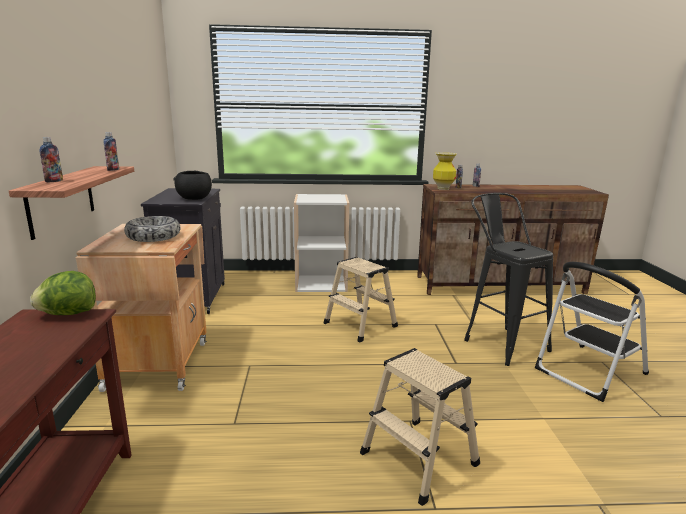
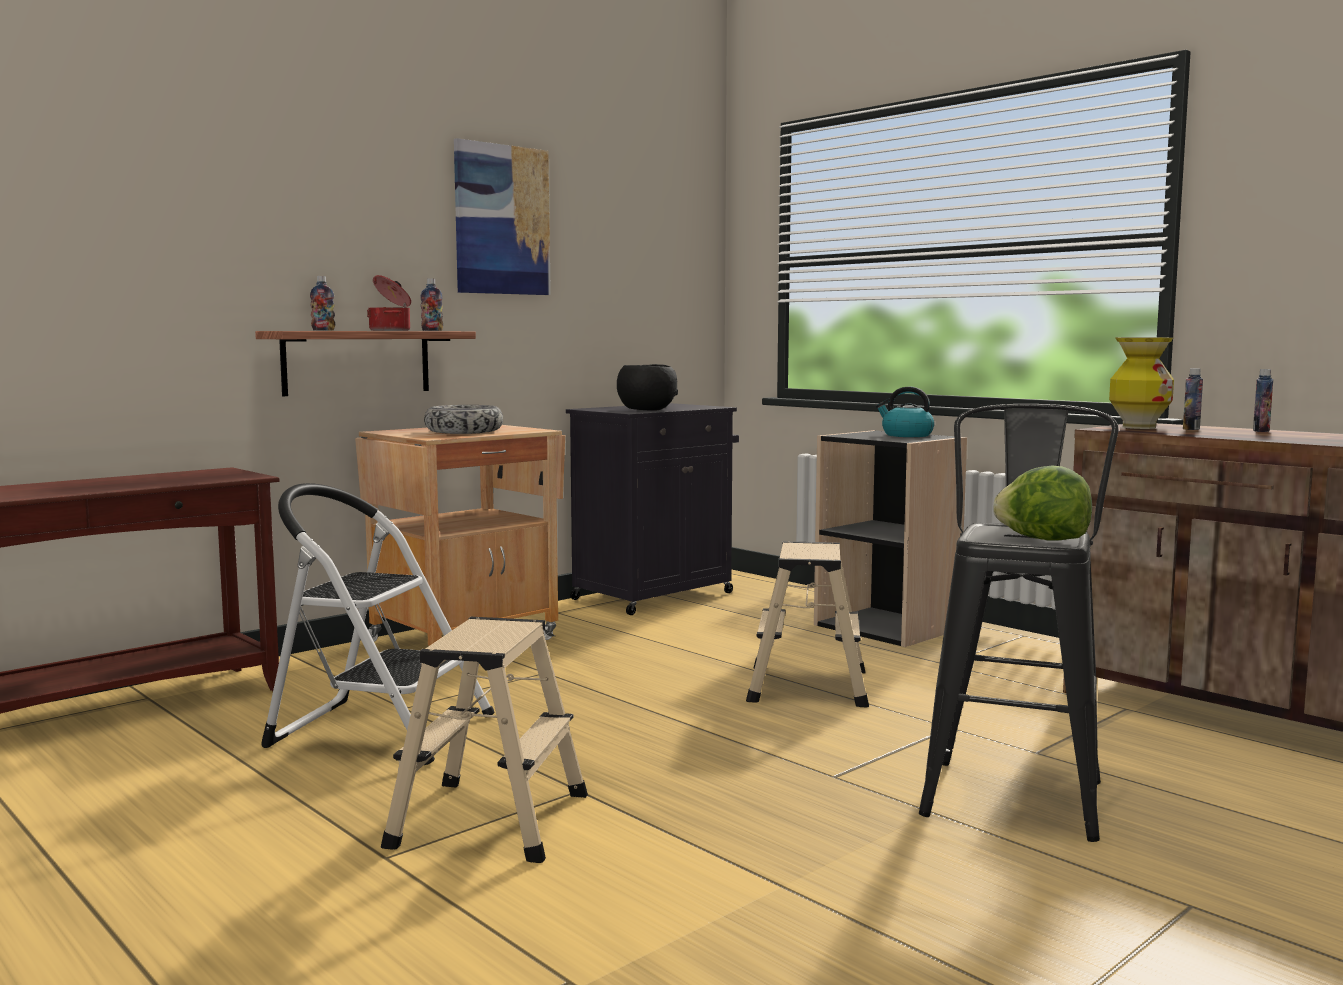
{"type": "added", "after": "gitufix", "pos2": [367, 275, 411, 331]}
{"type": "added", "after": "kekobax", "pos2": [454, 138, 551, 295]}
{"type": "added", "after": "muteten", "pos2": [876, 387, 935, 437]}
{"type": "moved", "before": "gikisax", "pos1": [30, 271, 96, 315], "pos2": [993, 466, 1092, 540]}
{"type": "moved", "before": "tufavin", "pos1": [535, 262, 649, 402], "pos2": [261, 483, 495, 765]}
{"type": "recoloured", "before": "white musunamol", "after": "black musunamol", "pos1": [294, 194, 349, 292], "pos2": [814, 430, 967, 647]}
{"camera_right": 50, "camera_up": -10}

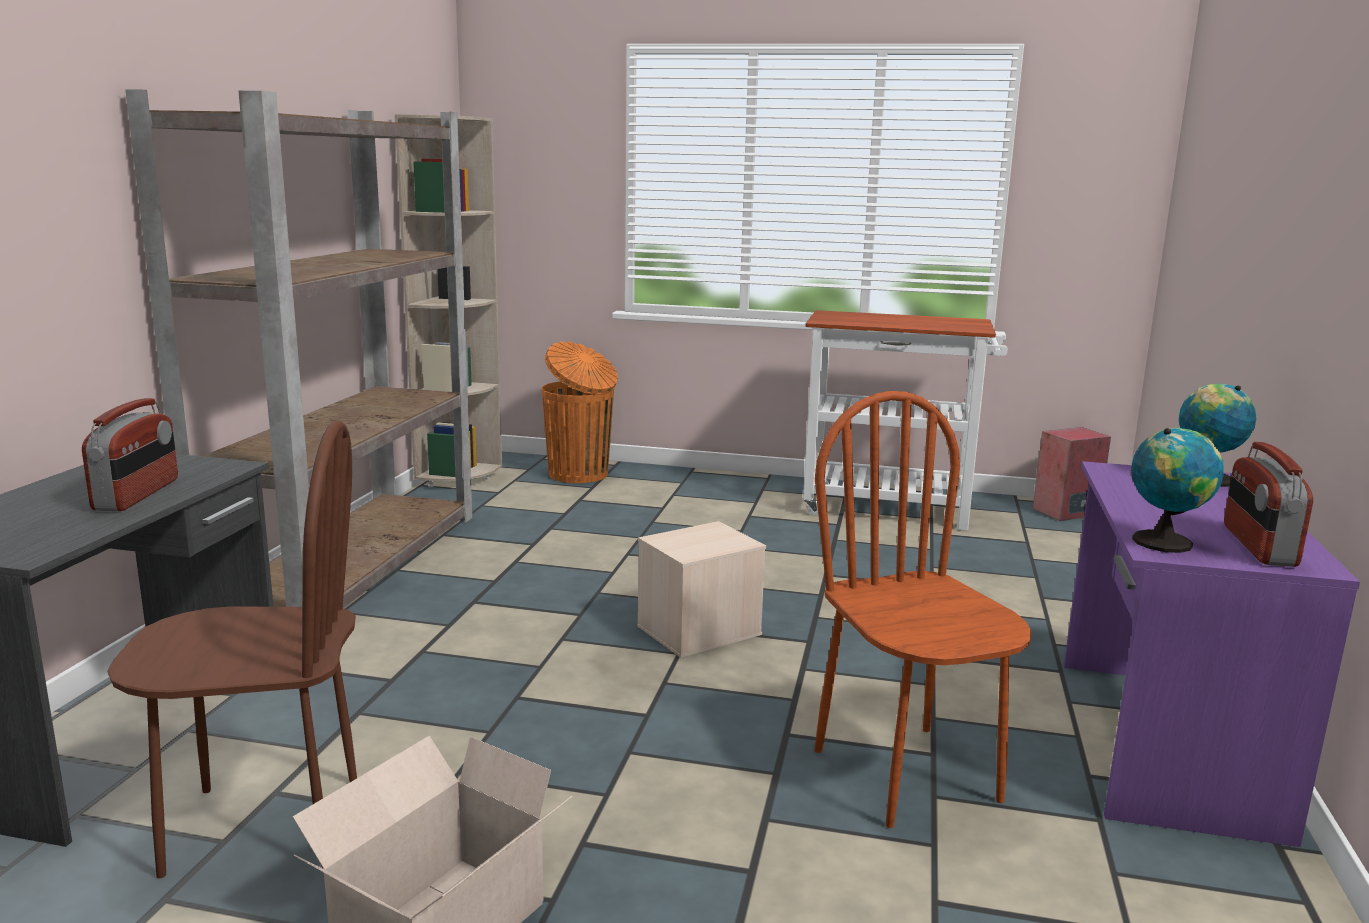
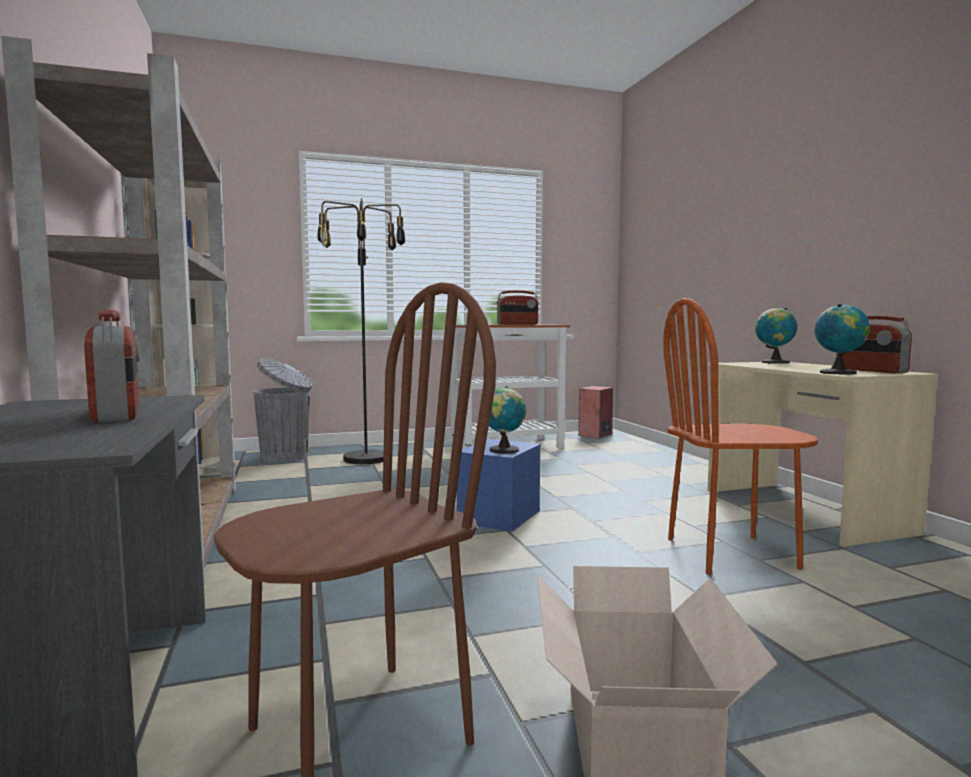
{"type": "added", "after": "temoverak", "pos2": [317, 198, 405, 464]}
{"type": "added", "after": "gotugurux", "pos2": [489, 386, 526, 454]}
{"type": "added", "after": "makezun", "pos2": [497, 290, 539, 325]}
{"type": "recoloured", "before": "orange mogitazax", "after": "grey mogitazax", "pos1": [541, 341, 618, 483], "pos2": [253, 358, 313, 462]}
{"type": "recoloured", "before": "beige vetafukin", "after": "blue vetafukin", "pos1": [637, 521, 766, 658], "pos2": [457, 439, 541, 532]}
{"type": "recoloured", "before": "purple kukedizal", "after": "beige kukedizal", "pos1": [1064, 461, 1360, 847], "pos2": [708, 362, 938, 547]}
{"type": "turned", "before": "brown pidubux", "pos1": [814, 391, 1031, 828], "pos2": [663, 298, 819, 575], "turn": -45}
{"camera_right": -30, "camera_up": -10}

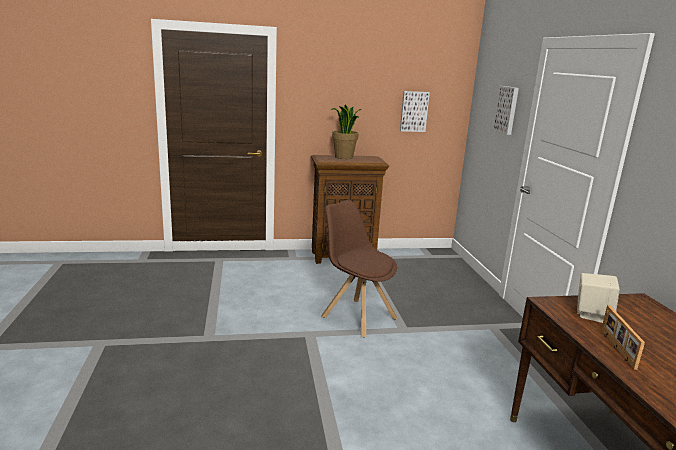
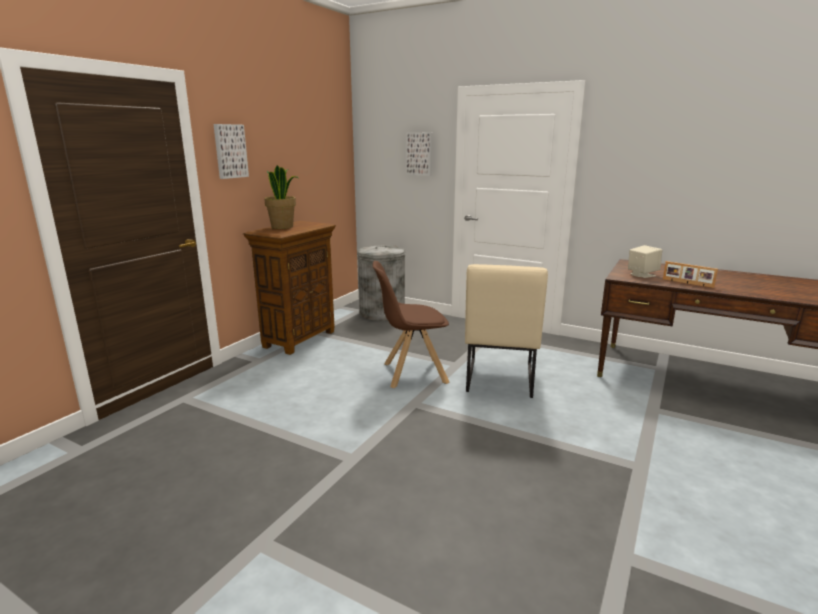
{"type": "added", "after": "grey mogitazax", "pos2": [357, 245, 405, 321]}
{"type": "added", "after": "beige pidubux", "pos2": [465, 264, 548, 398]}
{"type": "moved", "before": "kekobax", "pos1": [400, 91, 430, 132], "pos2": [213, 124, 249, 179]}
{"camera_right": -50, "camera_up": 0}

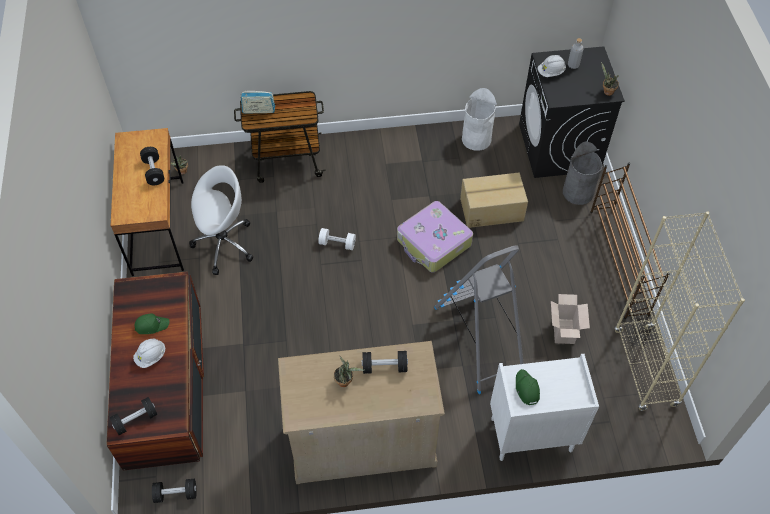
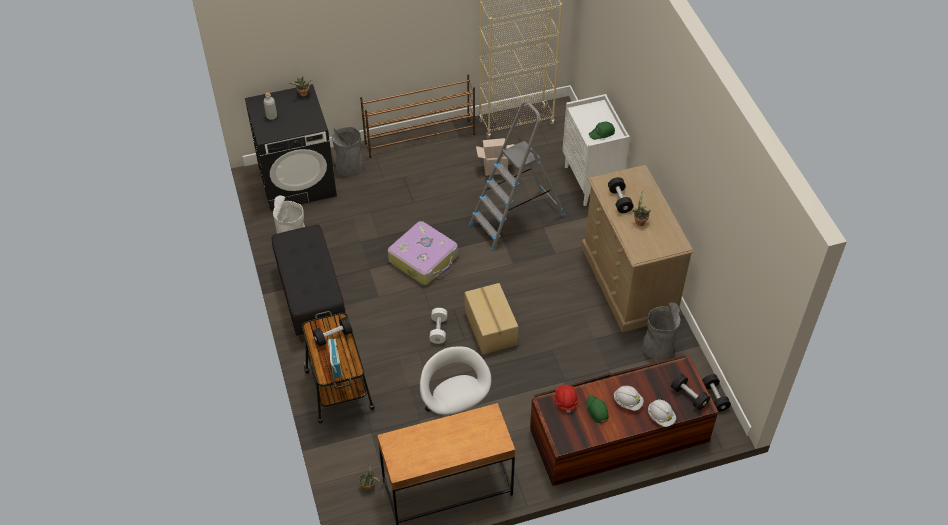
{"type": "added", "after": "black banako", "pos2": [272, 225, 345, 343]}
{"type": "added", "after": "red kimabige", "pos2": [555, 384, 578, 413]}
{"type": "added", "after": "grey mogitazax", "pos2": [642, 302, 680, 360]}
{"type": "moved", "before": "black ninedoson", "pos1": [140, 147, 164, 185], "pos2": [313, 317, 353, 347]}
{"type": "moved", "before": "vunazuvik", "pos1": [460, 173, 528, 228], "pos2": [465, 283, 518, 354]}
{"type": "moved", "before": "white kimabige", "pos1": [538, 55, 566, 77], "pos2": [648, 399, 676, 427]}
{"camera_right": -100, "camera_up": -5}

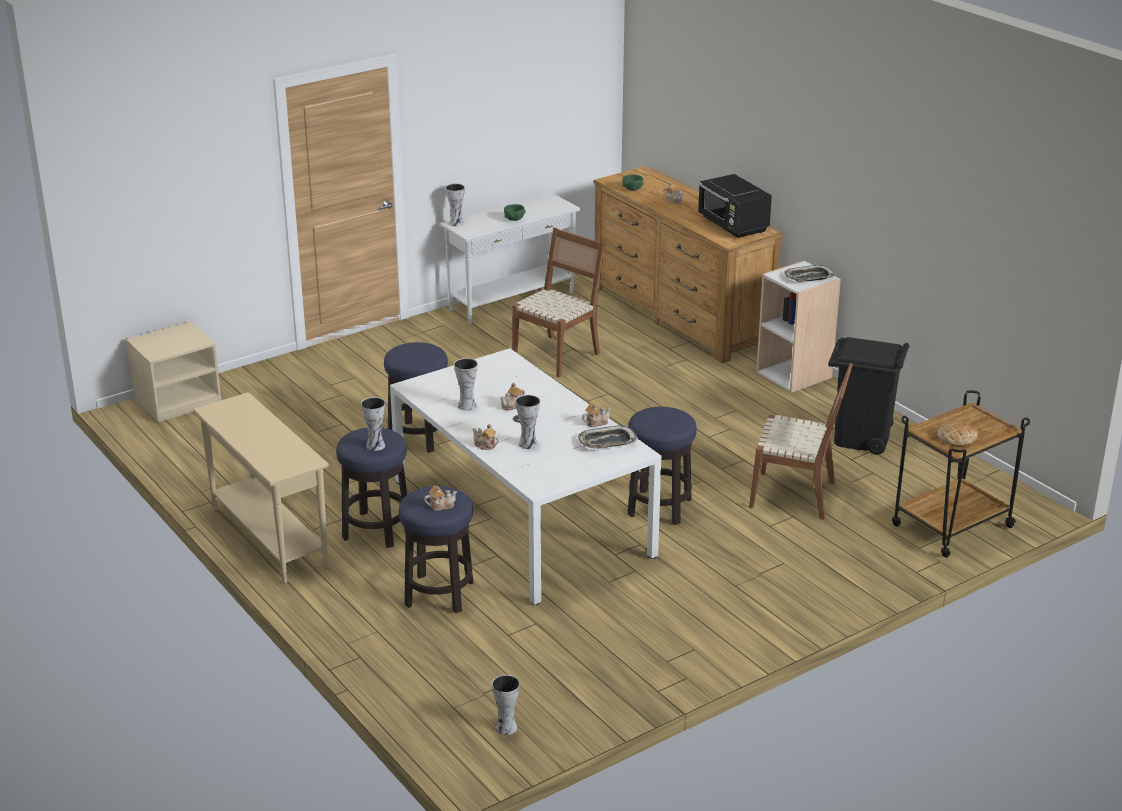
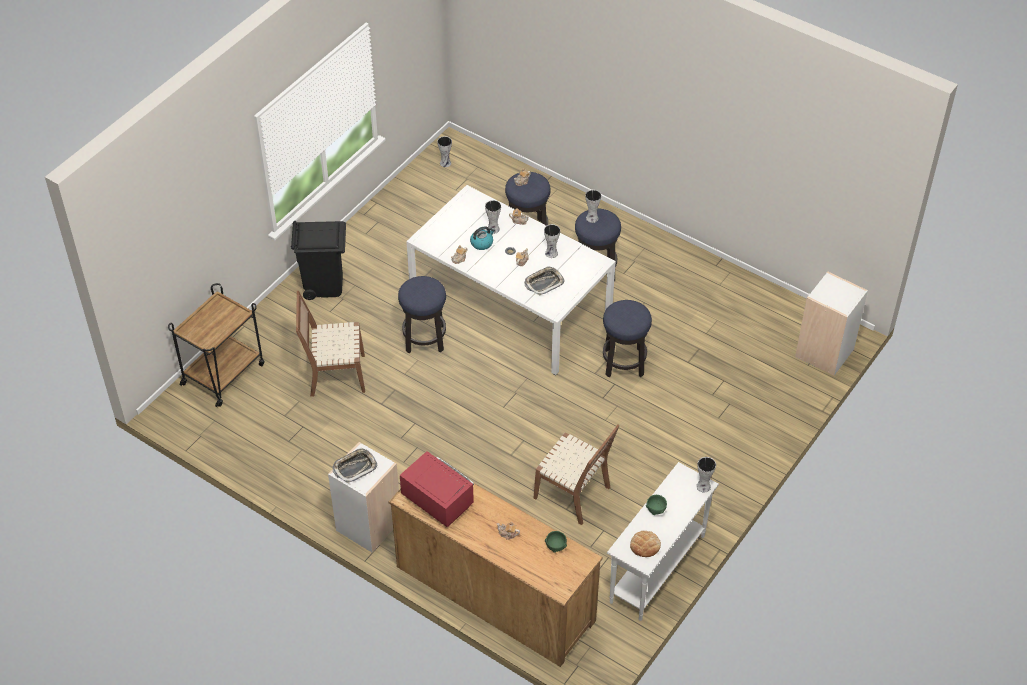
{"type": "removed", "before": "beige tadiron", "pos1": [193, 392, 329, 584]}
{"type": "added", "after": "muteten", "pos2": [470, 226, 495, 250]}
{"type": "moved", "before": "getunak", "pos1": [578, 425, 638, 449], "pos2": [524, 266, 565, 296]}
{"type": "moved", "before": "black mogitazax", "pos1": [828, 337, 909, 455], "pos2": [291, 221, 346, 300]}
{"type": "moved", "before": "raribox", "pos1": [937, 422, 978, 446], "pos2": [630, 531, 661, 557]}
{"type": "replaced", "before": "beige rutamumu", "after": "musunamol", "pos1": [126, 321, 221, 422], "pos2": [795, 272, 868, 376]}
{"type": "recoloured", "before": "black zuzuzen", "after": "red zuzuzen", "pos1": [698, 174, 772, 238], "pos2": [400, 451, 474, 527]}
{"type": "turned", "before": "pidubux", "pos1": [512, 227, 605, 378], "pos2": [533, 424, 620, 525], "turn": -75}
{"camera_right": 160, "camera_up": 20}

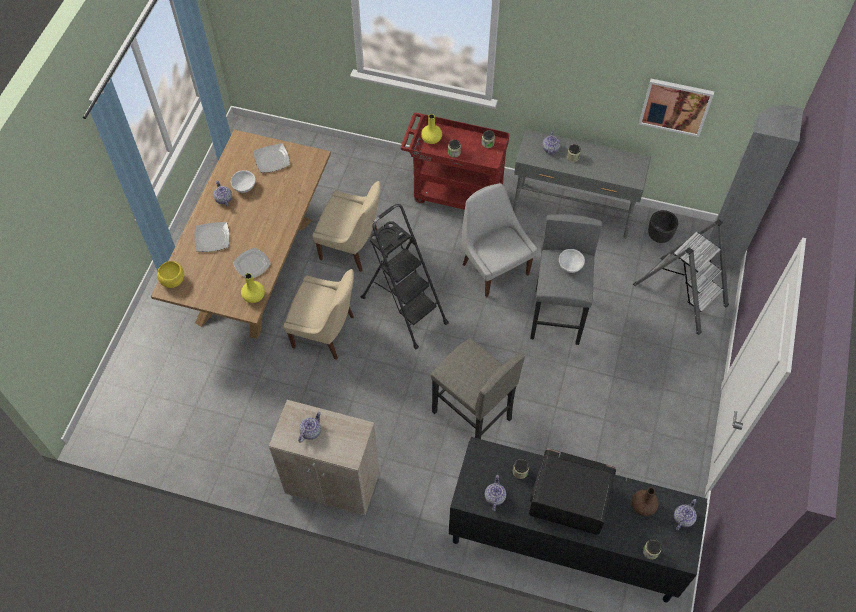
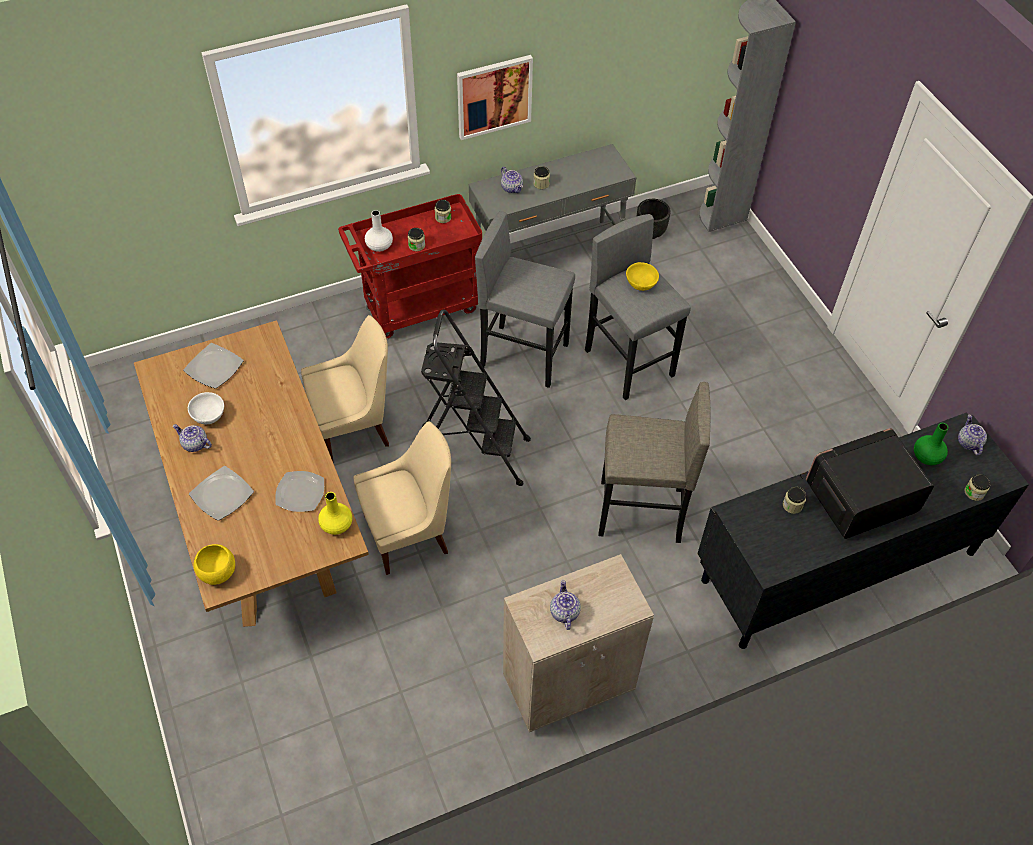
{"type": "removed", "before": "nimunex", "pos1": [485, 475, 506, 511]}
{"type": "removed", "before": "grey tufavin", "pos1": [633, 219, 729, 335]}
{"type": "moved", "before": "kekobax", "pos1": [639, 79, 714, 137], "pos2": [457, 55, 533, 140]}
{"type": "replaced", "before": "white pidubux", "after": "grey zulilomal", "pos1": [462, 184, 537, 297], "pos2": [475, 211, 575, 388]}
{"type": "recoloured", "before": "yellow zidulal", "after": "white zidulal", "pos1": [421, 114, 442, 144], "pos2": [365, 210, 393, 252]}
{"type": "recoloured", "before": "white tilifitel", "after": "yellow tilifitel", "pos1": [559, 249, 585, 273], "pos2": [626, 262, 659, 291]}
{"type": "recoloured", "before": "brown zidulal", "after": "green zidulal", "pos1": [632, 487, 659, 516], "pos2": [914, 423, 949, 465]}
{"camera_right": -40, "camera_up": -5}

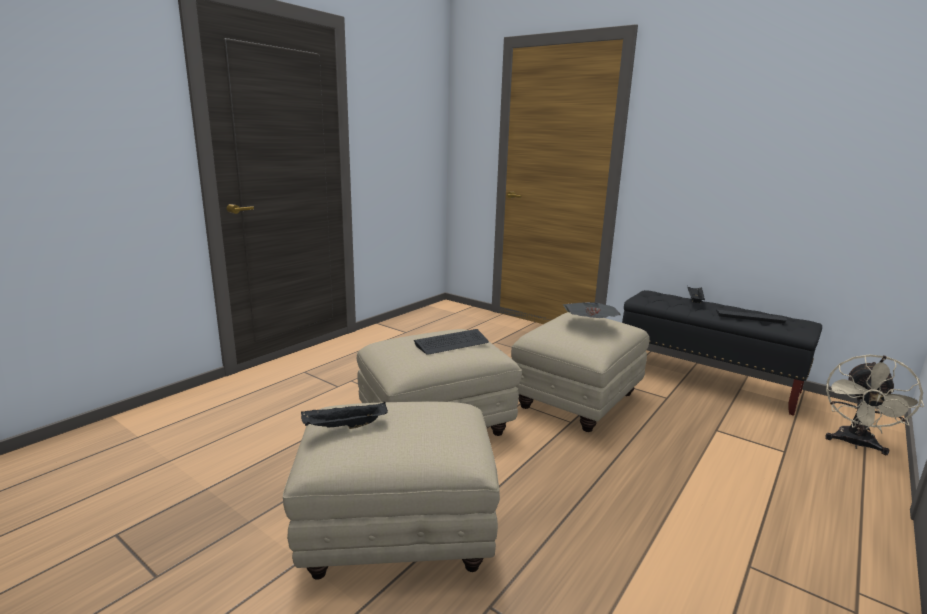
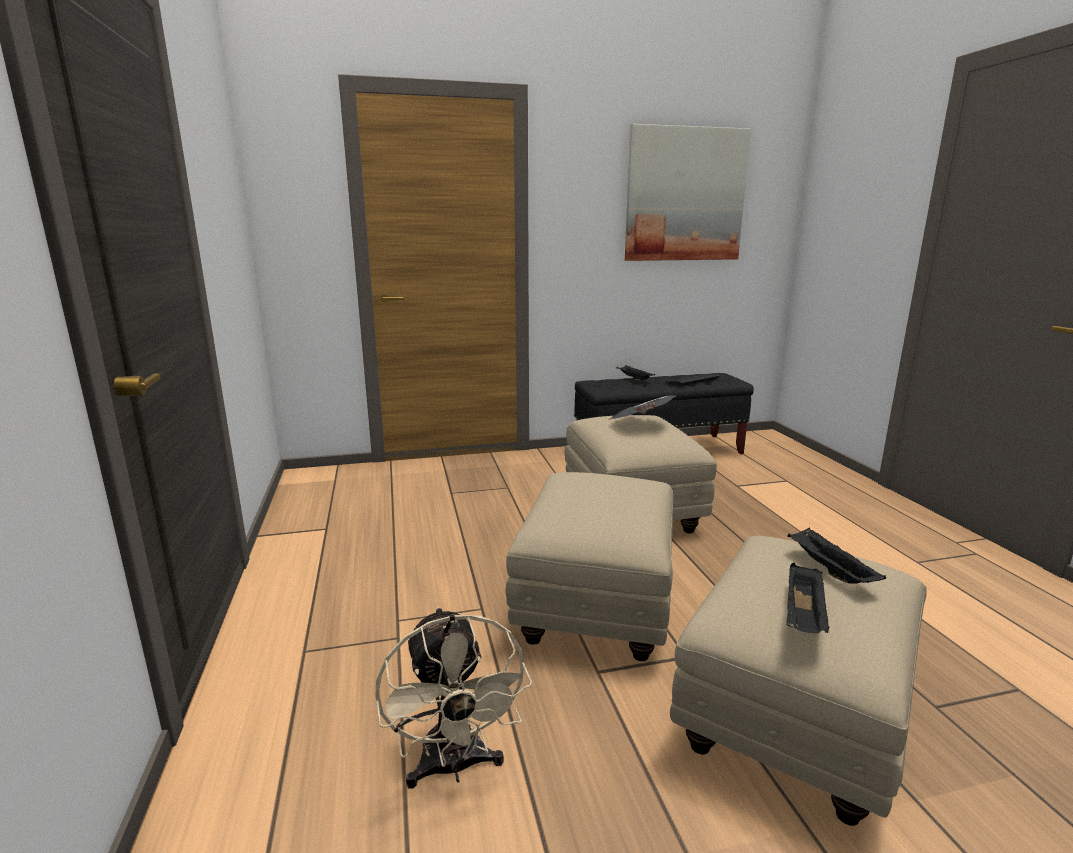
{"type": "removed", "before": "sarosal", "pos1": [414, 329, 489, 355]}
{"type": "added", "after": "kekobax", "pos2": [625, 124, 751, 261]}
{"type": "added", "after": "black getunak", "pos2": [787, 527, 886, 584]}
{"type": "moved", "before": "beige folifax", "pos1": [825, 354, 924, 455], "pos2": [375, 607, 532, 789]}
{"camera_right": -50, "camera_up": 0}

